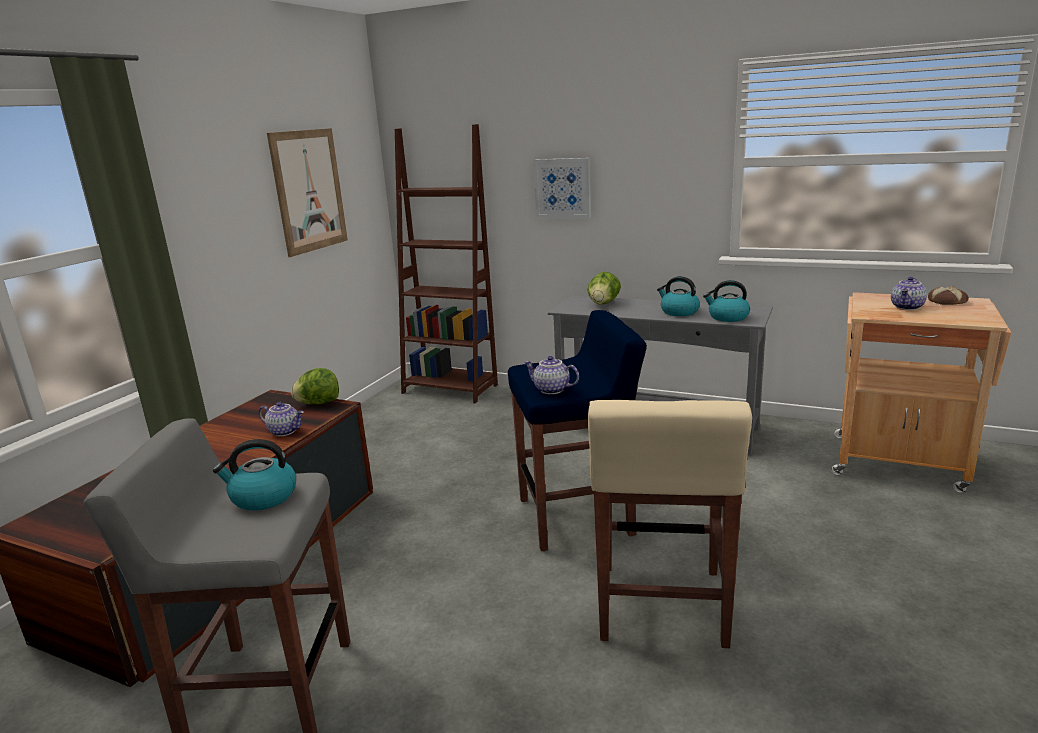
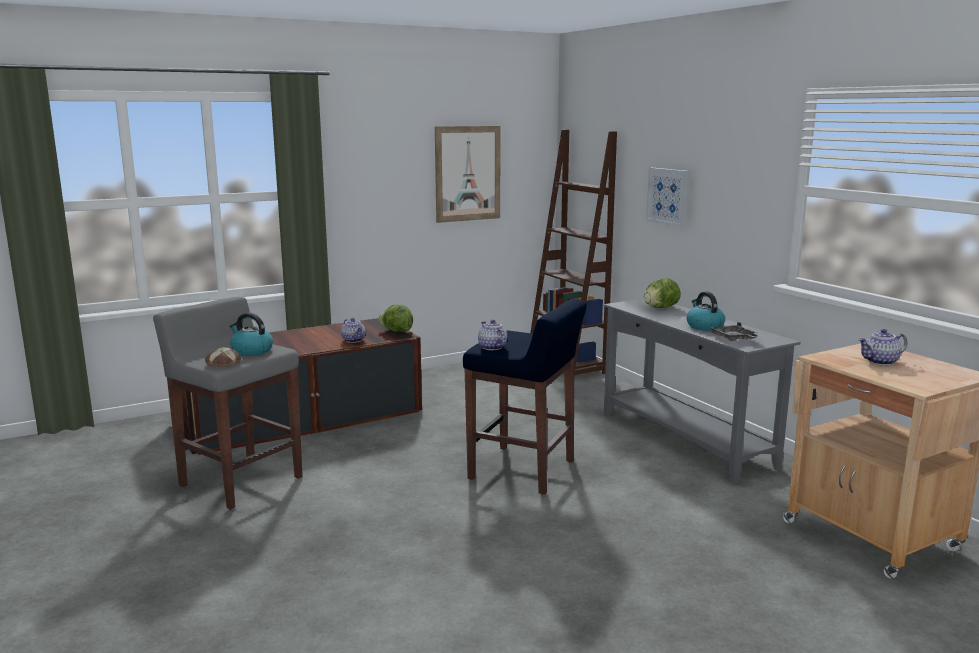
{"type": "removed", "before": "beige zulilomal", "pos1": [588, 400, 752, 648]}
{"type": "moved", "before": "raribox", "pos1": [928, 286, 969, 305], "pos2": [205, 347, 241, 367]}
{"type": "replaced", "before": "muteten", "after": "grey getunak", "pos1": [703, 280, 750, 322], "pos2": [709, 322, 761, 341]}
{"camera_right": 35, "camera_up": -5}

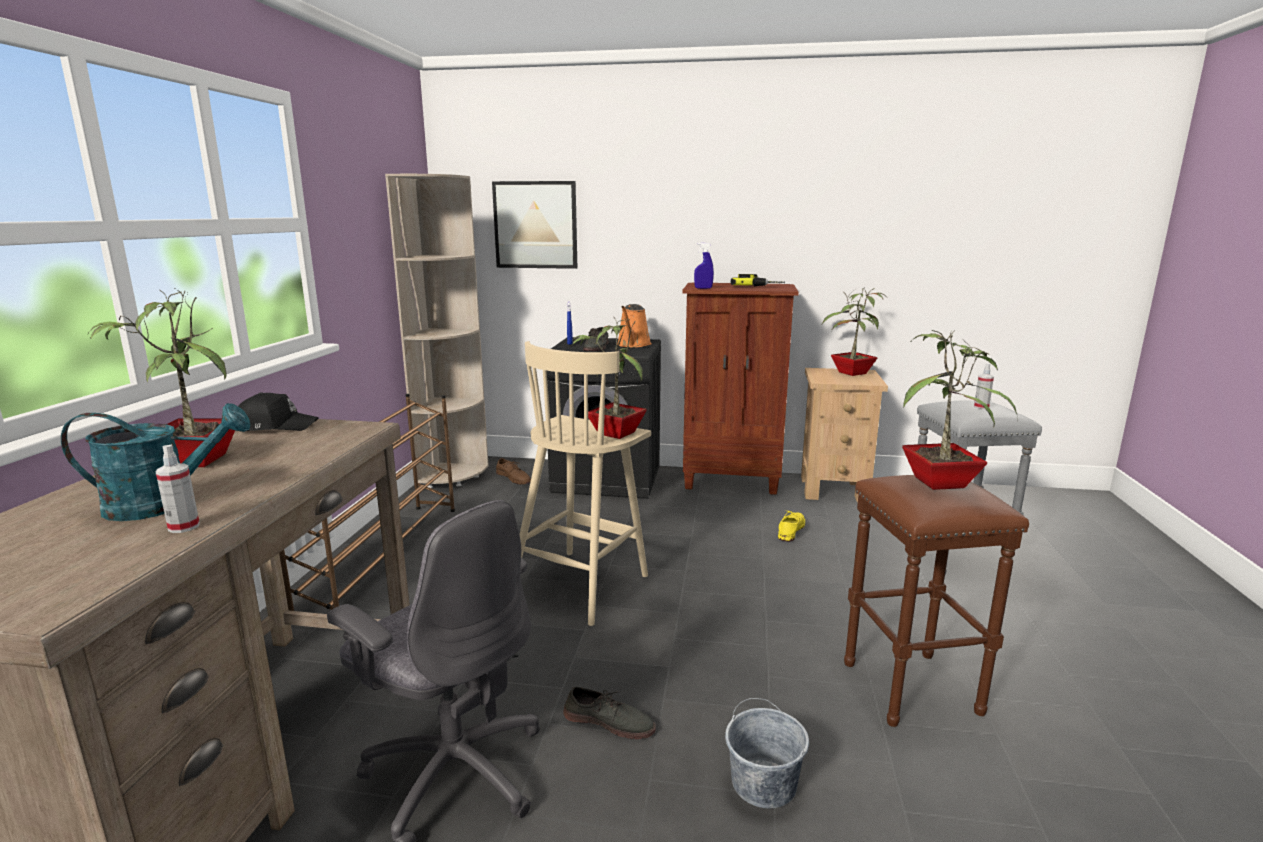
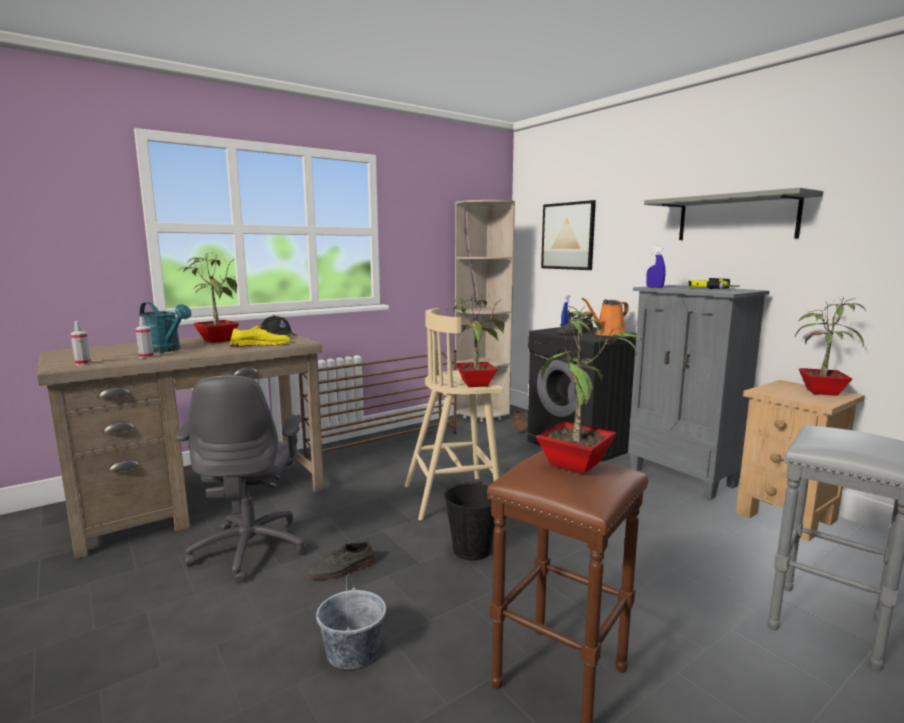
{"type": "added", "after": "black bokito", "pos2": [444, 481, 495, 560]}
{"type": "added", "after": "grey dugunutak", "pos2": [644, 188, 824, 240]}
{"type": "moved", "before": "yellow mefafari", "pos1": [778, 511, 805, 542], "pos2": [230, 325, 291, 347]}
{"type": "moved", "before": "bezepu", "pos1": [974, 363, 994, 409], "pos2": [70, 321, 91, 365]}
{"type": "recoloured", "before": "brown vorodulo", "after": "grey vorodulo", "pos1": [682, 282, 799, 495], "pos2": [628, 285, 769, 500]}
{"type": "turned", "before": "grey mefafari", "pos1": [563, 687, 656, 739], "pos2": [306, 541, 376, 580], "turn": 90}
{"camera_right": 45, "camera_up": -5}

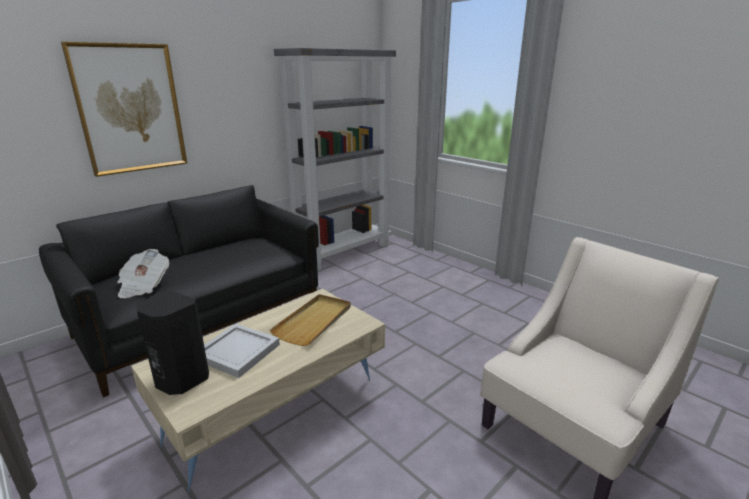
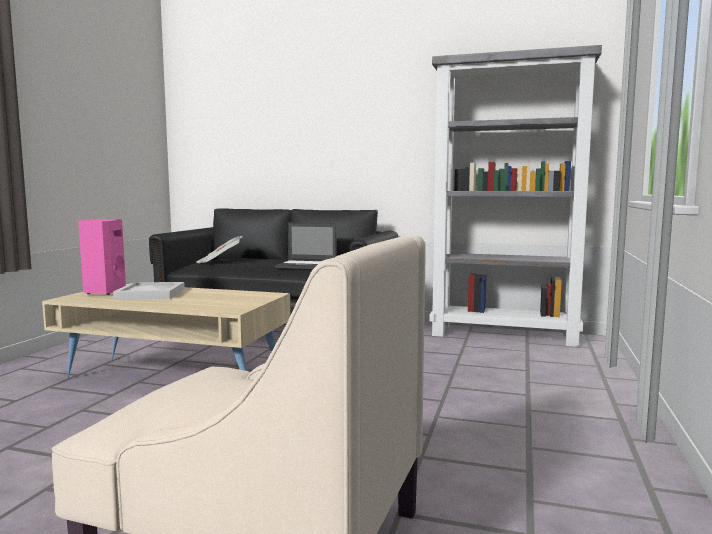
{"type": "removed", "before": "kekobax", "pos1": [61, 42, 187, 177]}
{"type": "removed", "before": "beige getunak", "pos1": [270, 294, 351, 346]}
{"type": "added", "after": "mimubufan", "pos2": [275, 223, 336, 269]}
{"type": "recoloured", "before": "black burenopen", "after": "pink burenopen", "pos1": [137, 290, 209, 395], "pos2": [78, 219, 126, 295]}
{"camera_right": 60, "camera_up": -15}

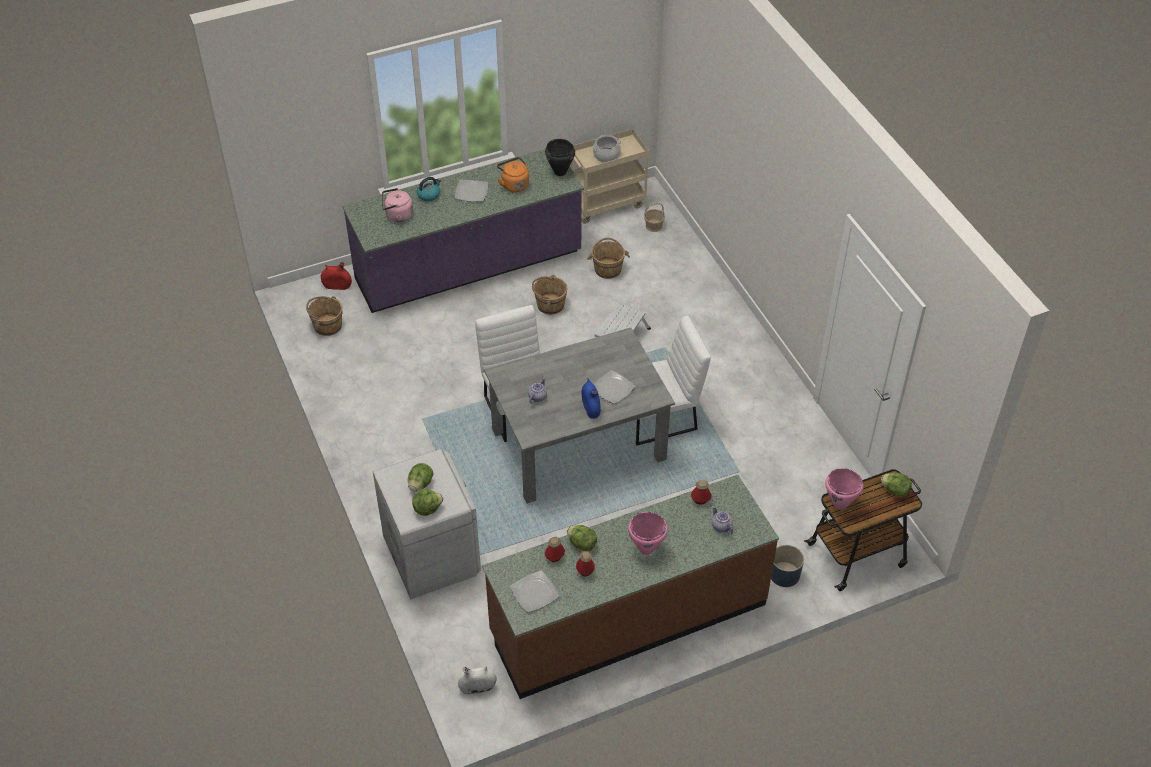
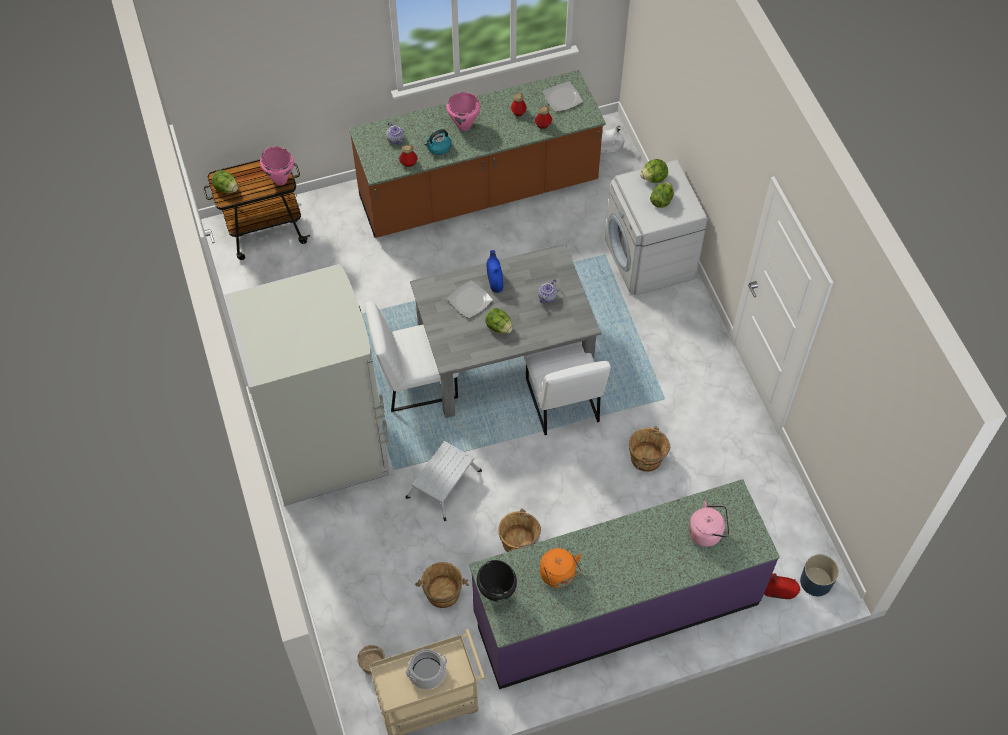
{"type": "removed", "before": "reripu", "pos1": [455, 180, 488, 202]}
{"type": "added", "after": "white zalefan", "pos2": [223, 264, 389, 506]}
{"type": "moved", "before": "brown bokito", "pos1": [306, 296, 342, 336], "pos2": [629, 426, 670, 472]}
{"type": "moved", "before": "muteten", "pos1": [417, 177, 441, 202], "pos2": [424, 129, 452, 155]}
{"type": "moved", "before": "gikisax", "pos1": [567, 525, 597, 551], "pos2": [485, 308, 513, 334]}
{"type": "moved", "before": "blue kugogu", "pos1": [771, 545, 804, 587], "pos2": [800, 554, 839, 596]}
{"camera_right": -175, "camera_up": 10}

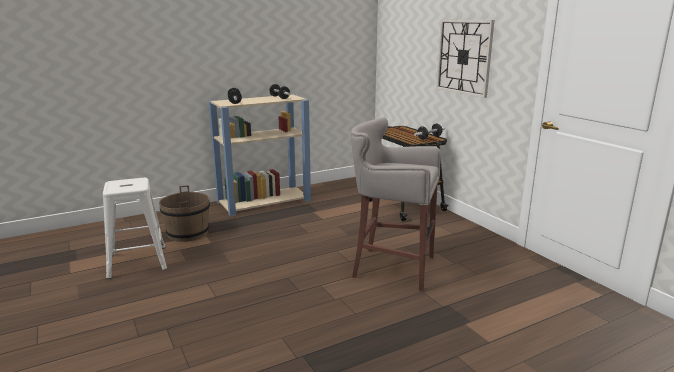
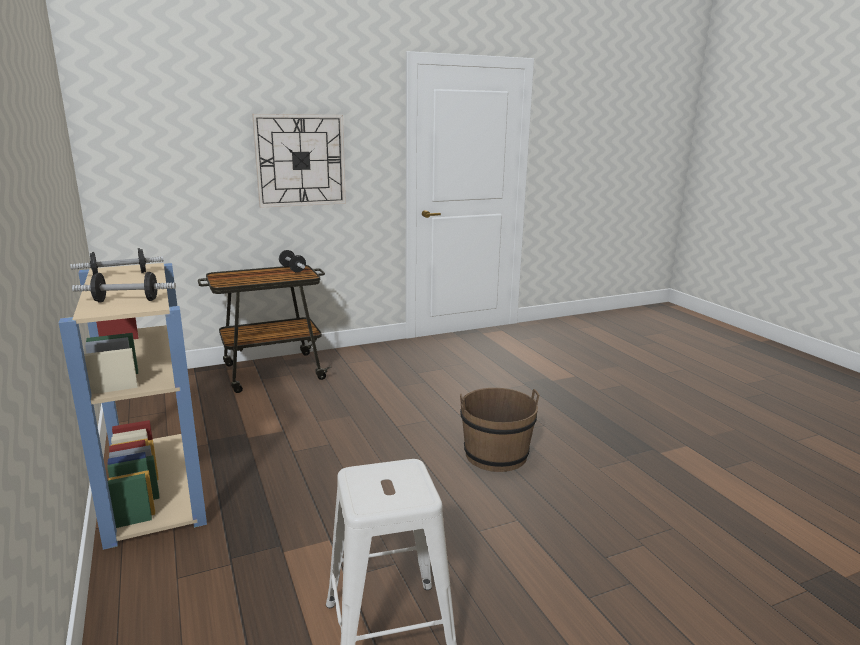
{"type": "removed", "before": "grey zulilomal", "pos1": [351, 117, 441, 291]}
{"type": "moved", "before": "brown bokito", "pos1": [159, 185, 210, 242], "pos2": [460, 388, 539, 472]}
{"camera_right": -85, "camera_up": 0}

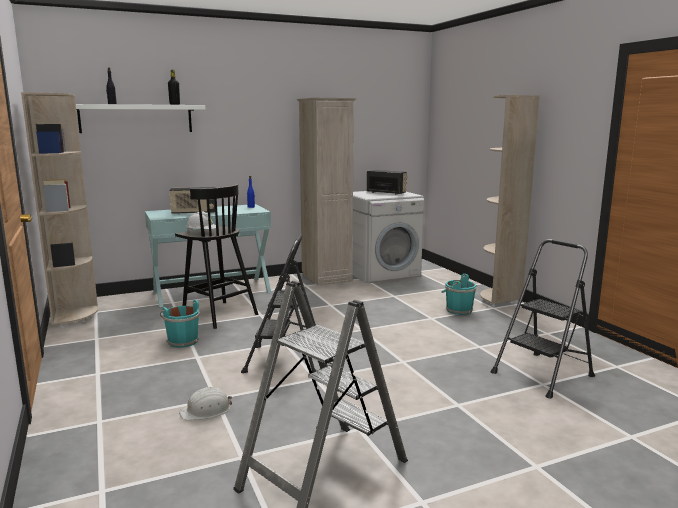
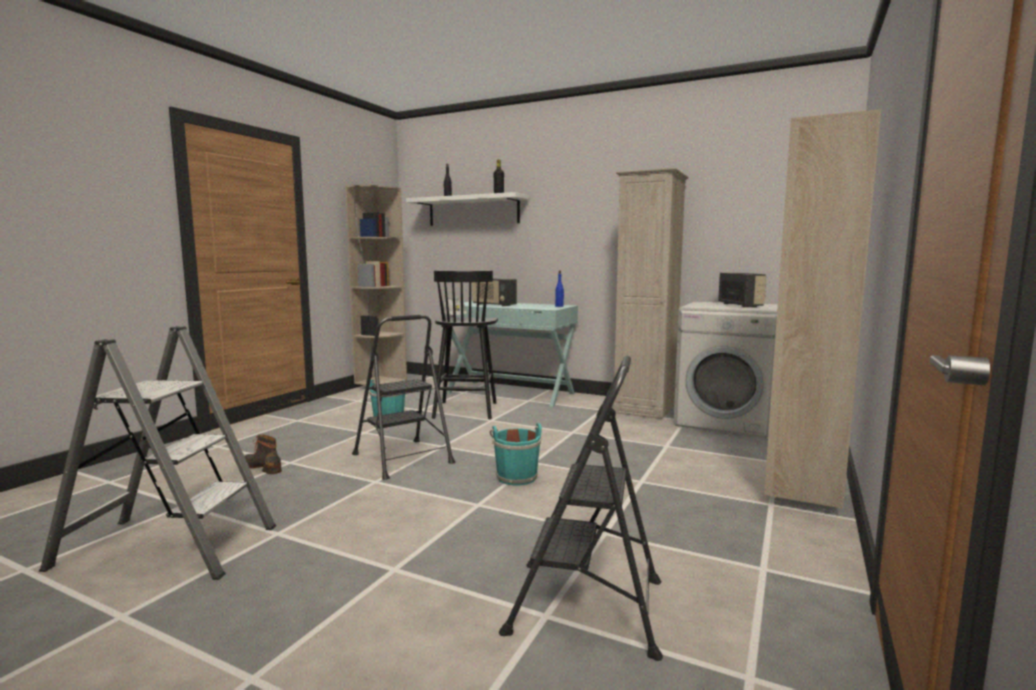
{"type": "moved", "before": "turquoise bokito", "pos1": [441, 274, 476, 315], "pos2": [490, 423, 542, 486]}
{"type": "replaced", "before": "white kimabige", "after": "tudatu", "pos1": [179, 387, 232, 420], "pos2": [244, 435, 282, 474]}
{"camera_right": 50, "camera_up": -5}

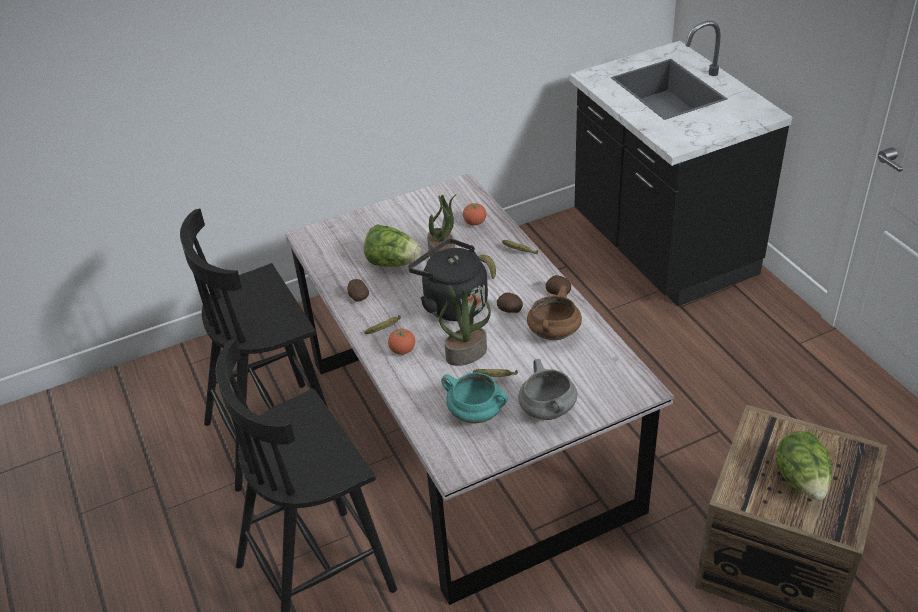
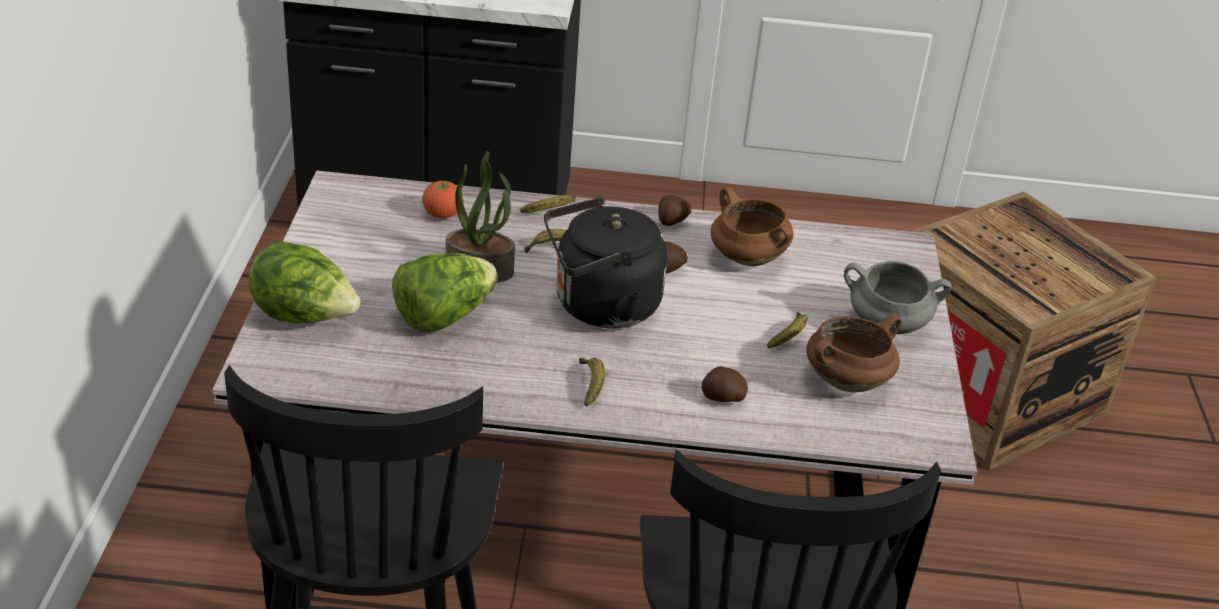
{"type": "removed", "before": "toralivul", "pos1": [388, 328, 415, 355]}
{"type": "removed", "before": "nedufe", "pos1": [439, 285, 491, 366]}
{"type": "moved", "before": "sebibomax", "pos1": [347, 279, 369, 302], "pos2": [702, 366, 748, 402]}
{"type": "moved", "before": "gikisax", "pos1": [776, 431, 832, 500], "pos2": [248, 242, 360, 323]}
{"type": "recoloured", "before": "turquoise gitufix", "after": "brown gitufix", "pos1": [441, 372, 508, 423], "pos2": [806, 314, 902, 392]}
{"camera_right": -65, "camera_up": -5}

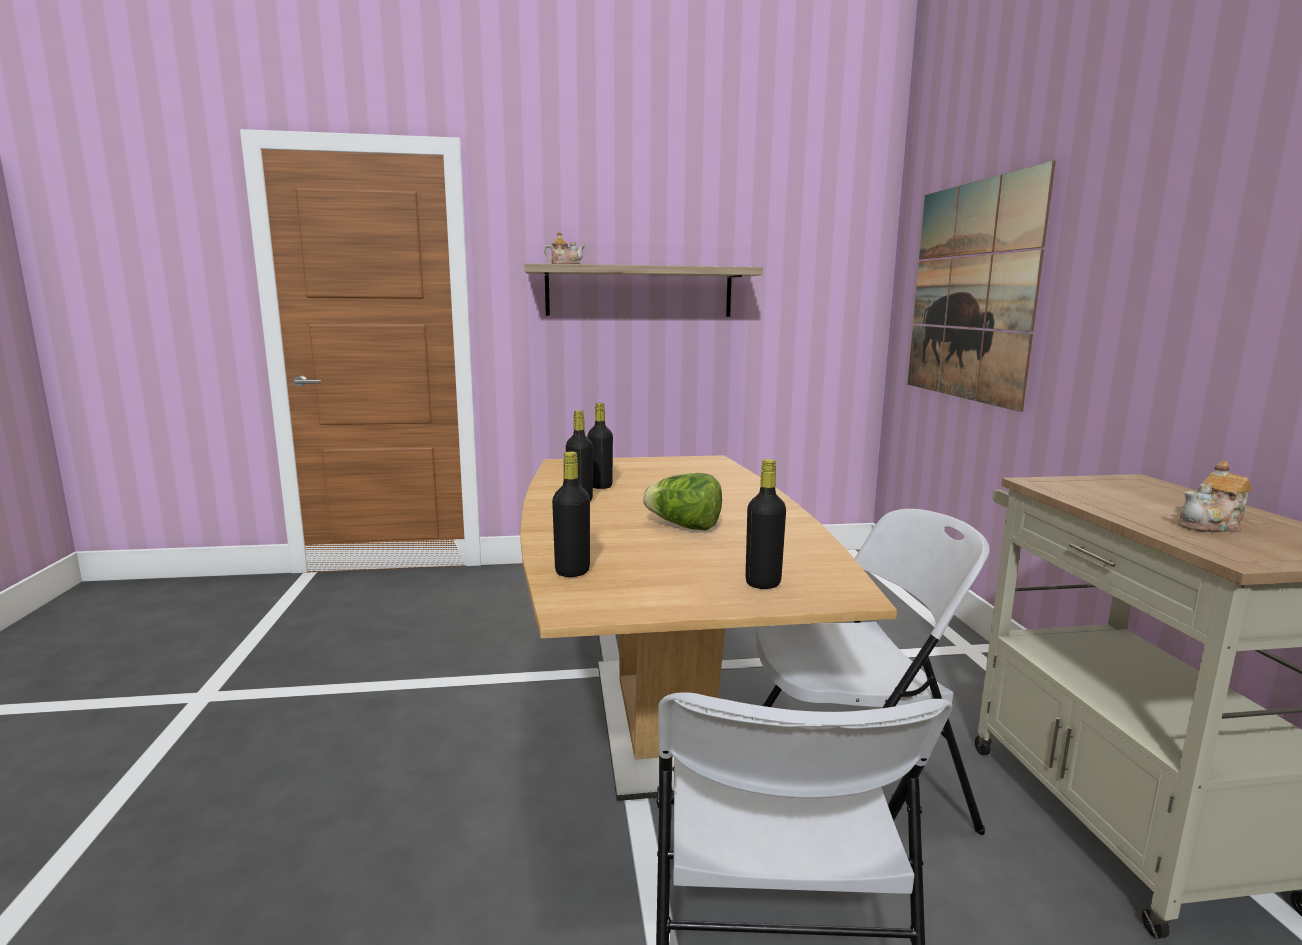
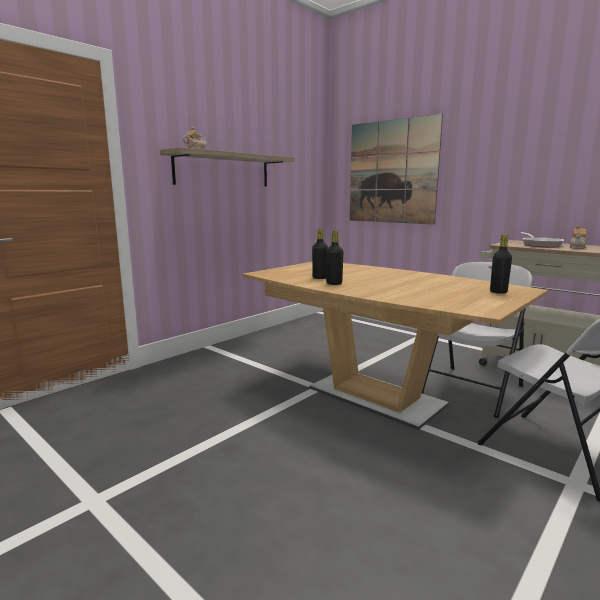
{"type": "removed", "before": "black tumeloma", "pos1": [552, 452, 590, 577]}
{"type": "removed", "before": "gikisax", "pos1": [643, 473, 722, 531]}
{"type": "added", "after": "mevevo", "pos2": [521, 232, 564, 247]}
{"camera_right": -40, "camera_up": 0}

